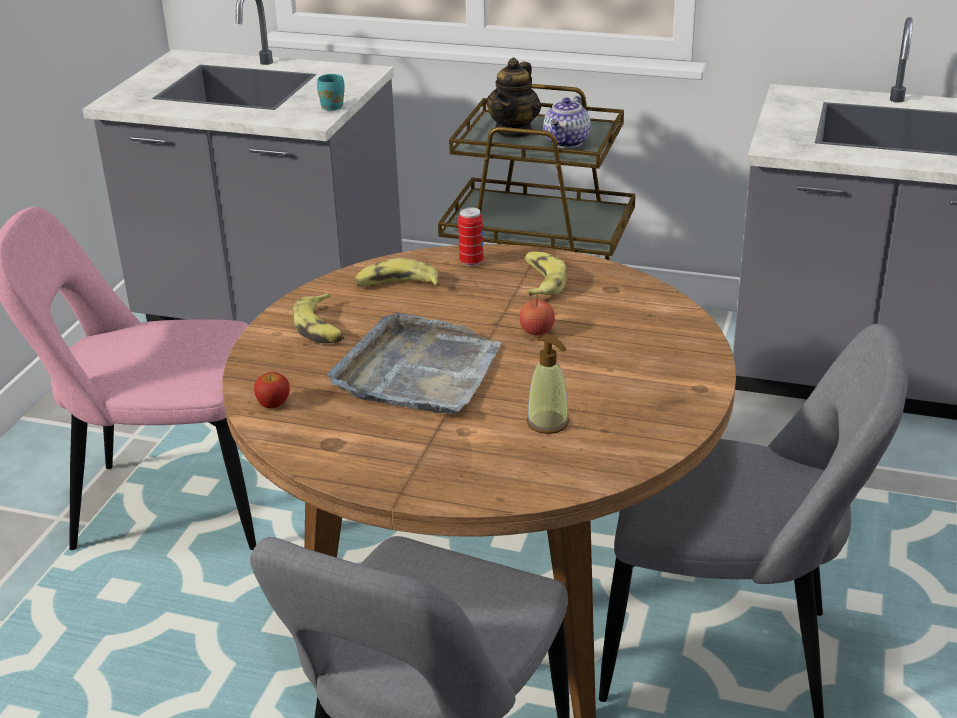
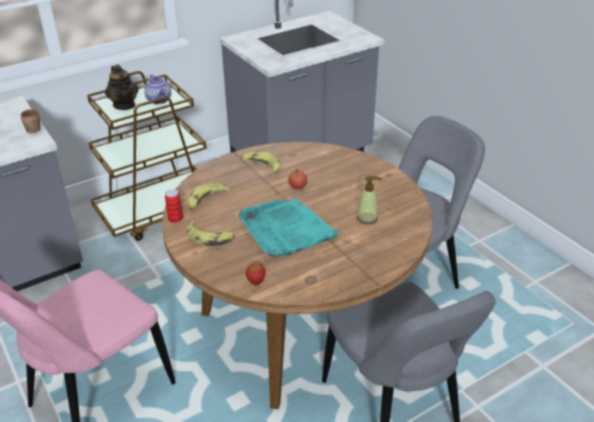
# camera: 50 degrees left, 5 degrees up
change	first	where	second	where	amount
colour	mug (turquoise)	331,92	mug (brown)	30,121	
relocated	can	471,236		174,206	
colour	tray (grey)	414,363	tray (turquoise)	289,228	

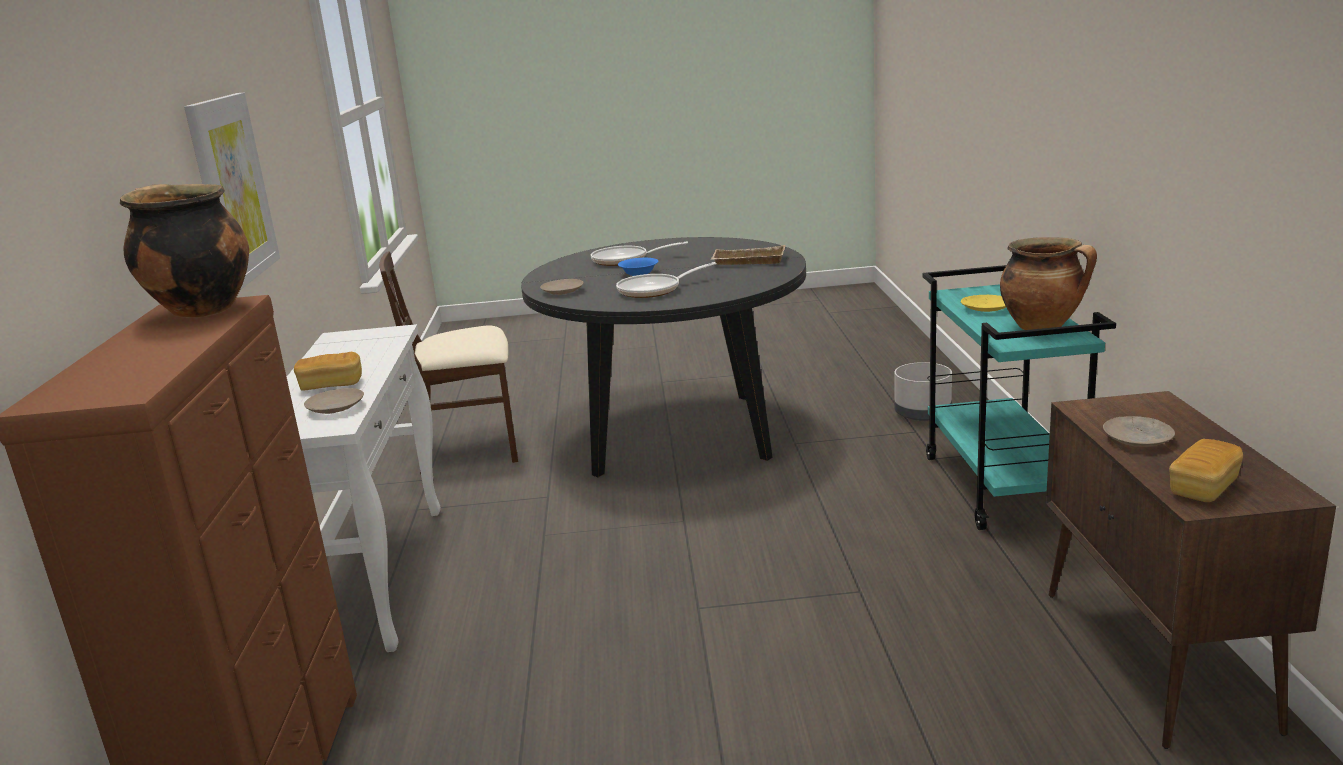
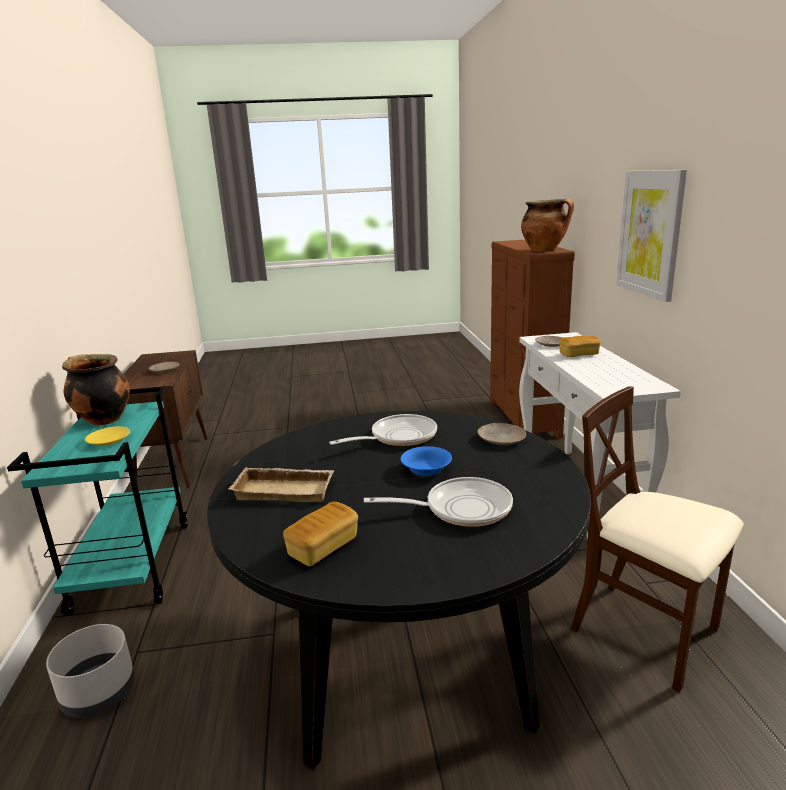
# camera: 175 degrees right, 0 degrees up
change	first	where	second	where	amount
spun	chair (beige)	448,362		657,539	120 degrees counterclockwise
relocated	bread	1206,470		320,534	

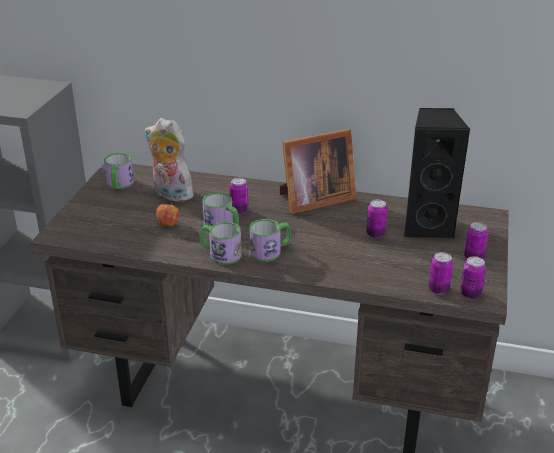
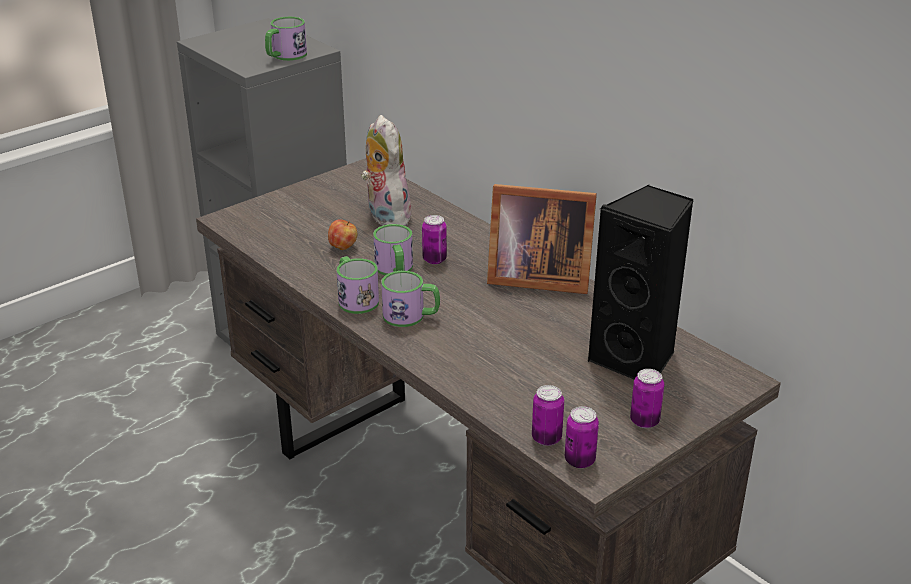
# camera: 35 degrees right, 0 degrees up
change	first	where	second	where	amount
relocated	mug	119,171		286,39	
missing	can	376,219			

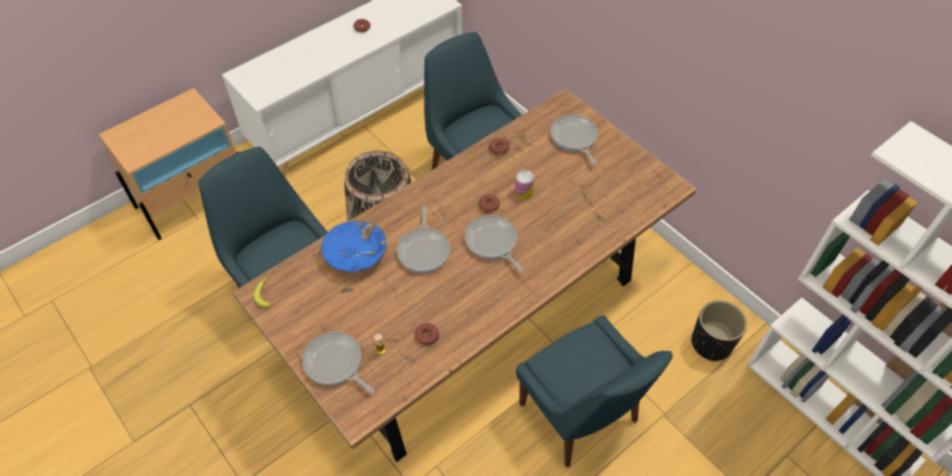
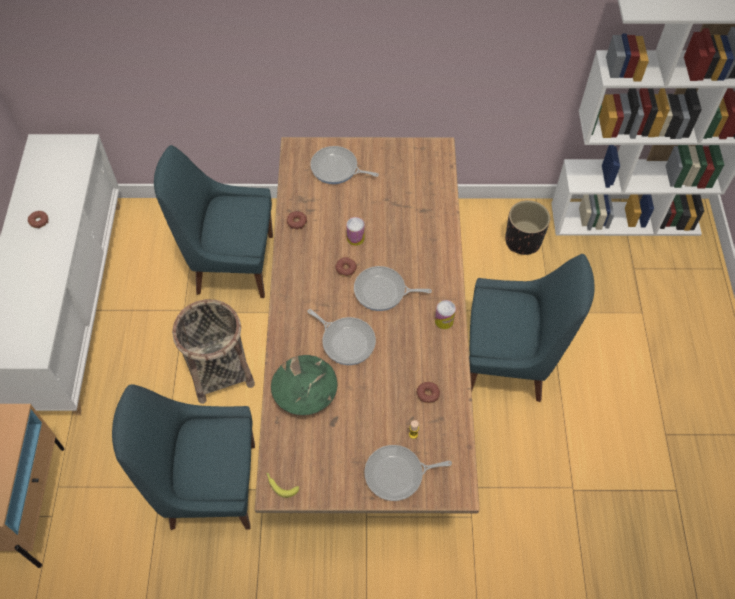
# camera: 50 degrees left, 5 degrees up
change	first	where	second	where	amount
colour	bowl (blue)	353,246	bowl (green)	304,385	
appeared			can	445,314	

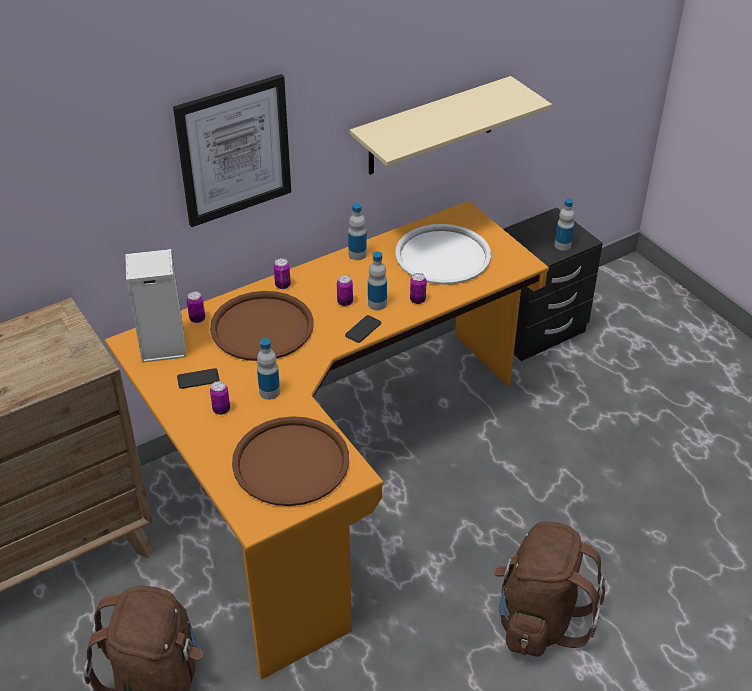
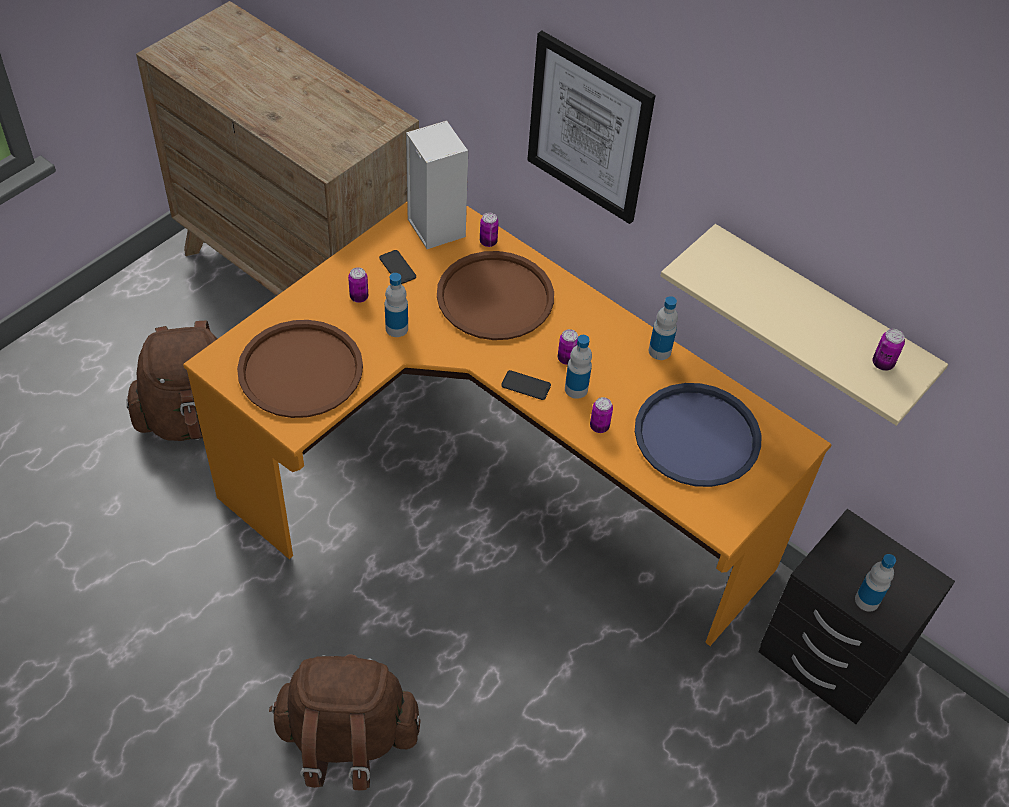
# camera: 70 degrees right, 10 degrees up
change	first	where	second	where	amount
colour	tray (white)	443,254	tray (blue)	698,435	
relocated	can	282,273		889,350	

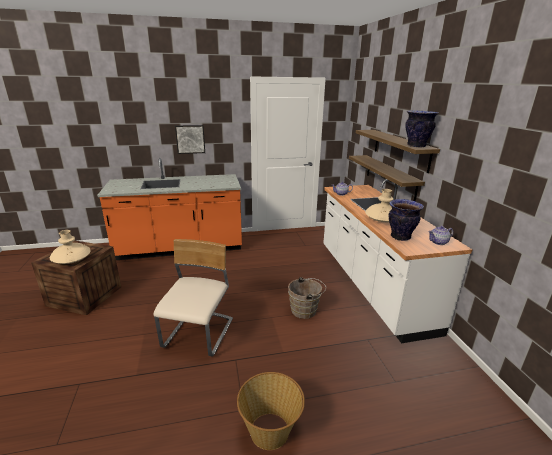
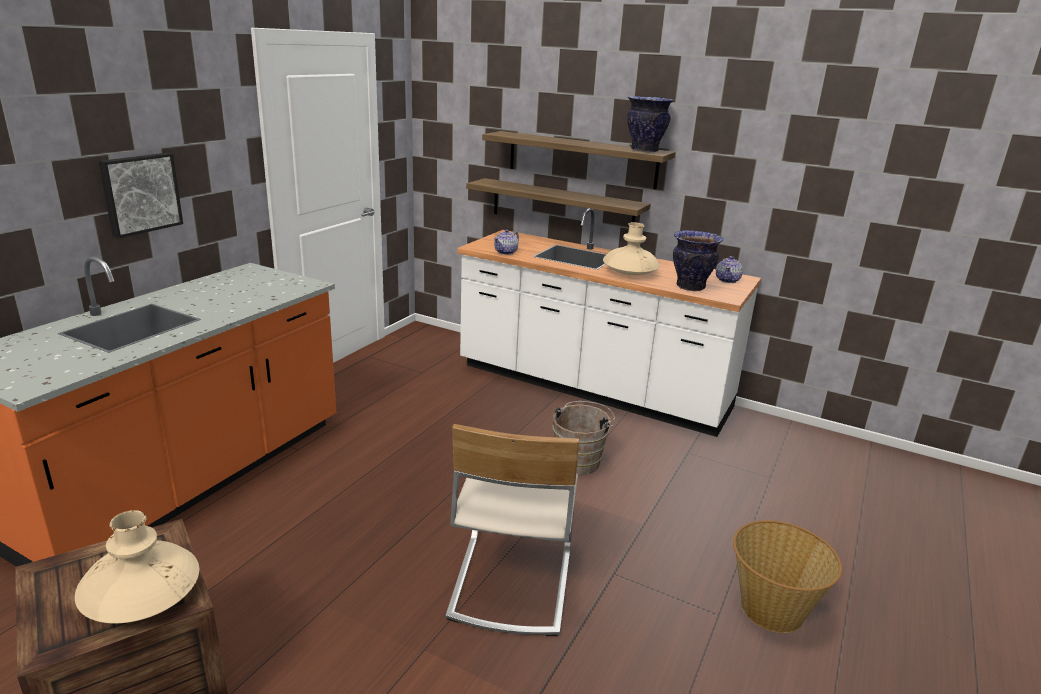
# camera: 50 degrees left, 0 degrees up
change	first	where	second	where	amount
spun	chair (beige)	193,298		512,530	135 degrees counterclockwise

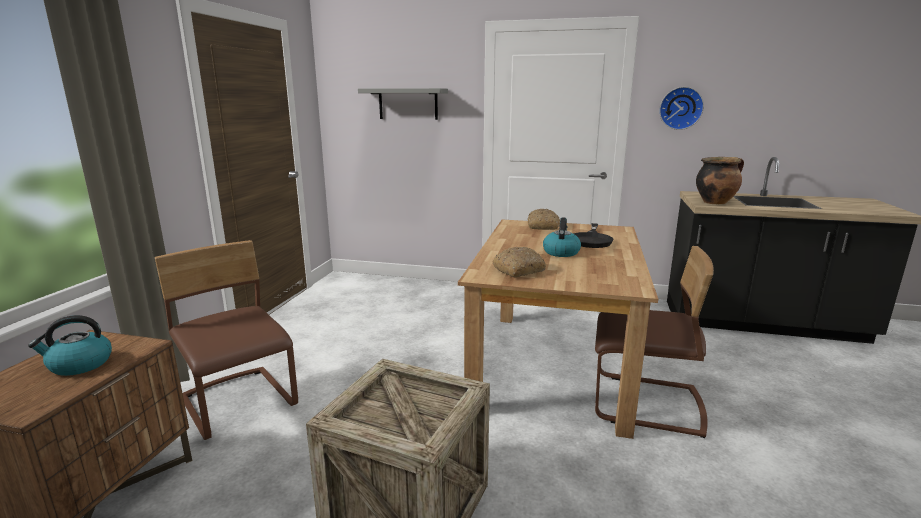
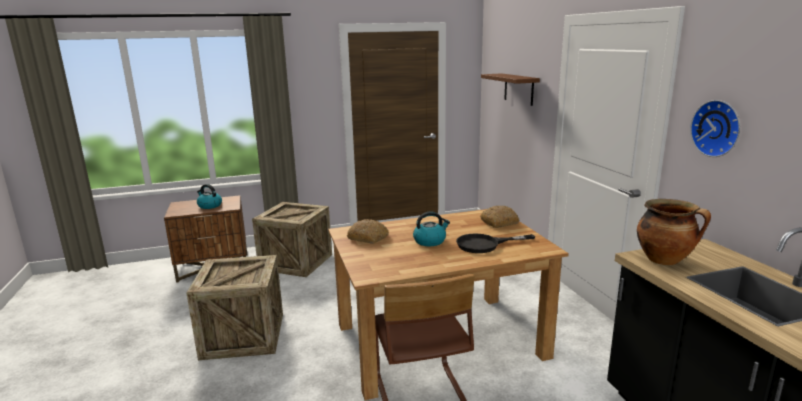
# camera: 60 degrees right, 0 degrees up
change	first	where	second	where	amount
colour	shelf (grey)	403,104	shelf (brown)	510,89	
exchanged	chair (brown)	226,340	crate	292,239	

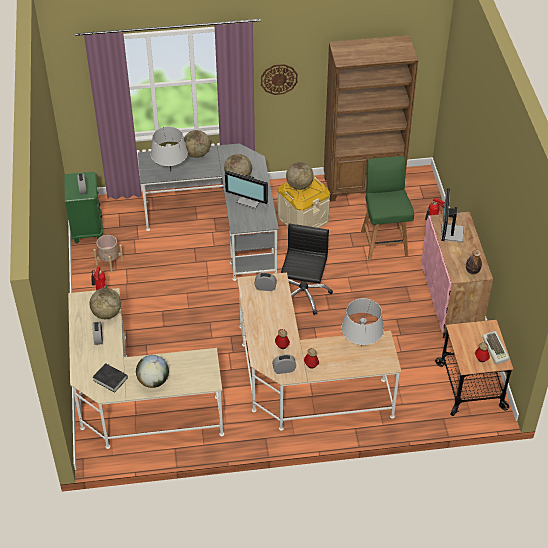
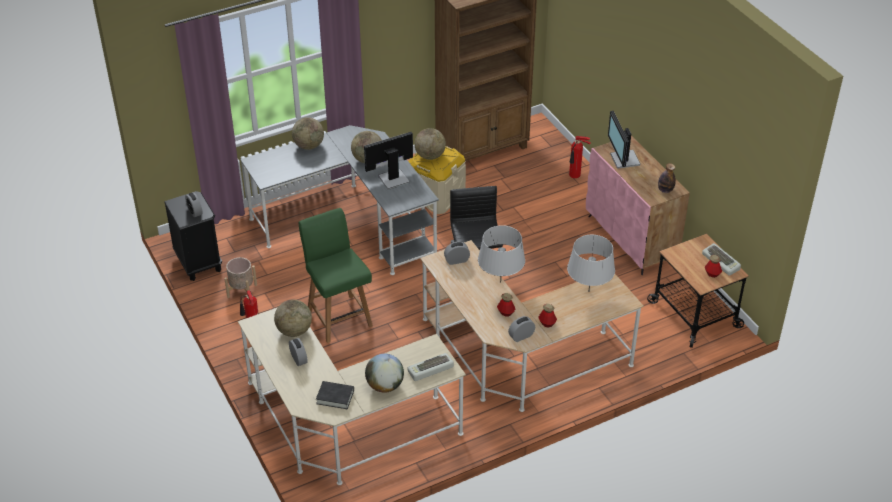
# camera: 20 degrees left, 5 degrees down
change	first	where	second	where	amount
missing	wall clock	279,79			
relocated	table lamp (grey)	169,149		501,254	
relocated	chair (green)	387,208		335,275	
spun	monitor	246,189		388,161	150 degrees clockwise
colour	nightstand (green)	83,207	nightstand (black)	193,236	
appeared			keyboard	430,367	

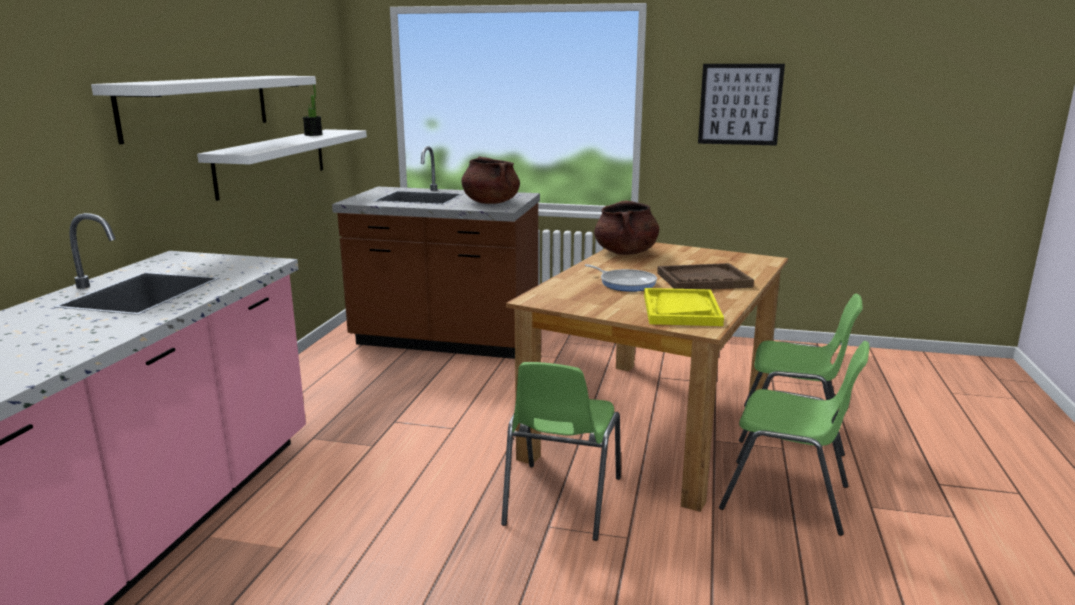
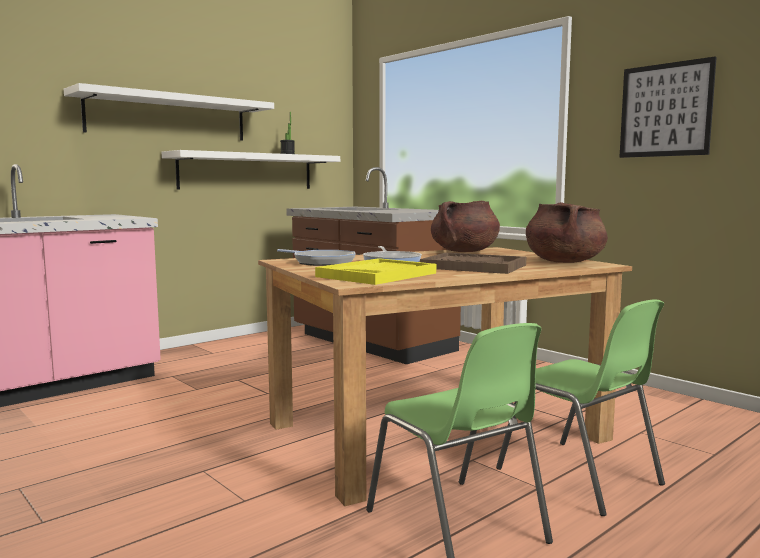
# camera: 35 degrees right, 10 degrees down
change	first	where	second	where	amount
relocated	cooking pot (brown)	490,180		567,232	
missing	chair (green)	561,451			
appeared			frying pan	316,257	

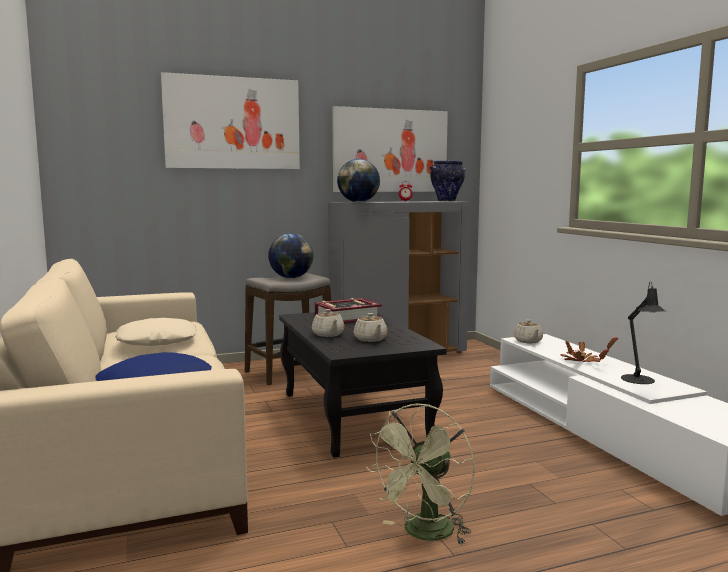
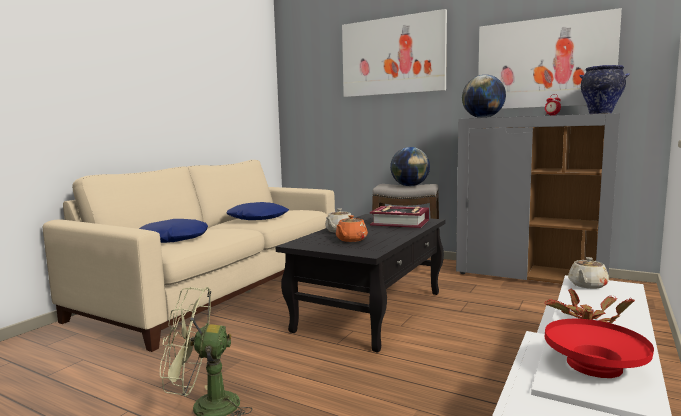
# camera: 50 degrees right, 0 degrees up
change	first	where	second	where	amount
exchanged	table lamp (black)	643,332	bowl (red)	599,348	
colour	teapot (beige)	370,327	teapot (orange)	352,228	
colour	pillow (beige)	156,332	pillow (blue)	257,211	

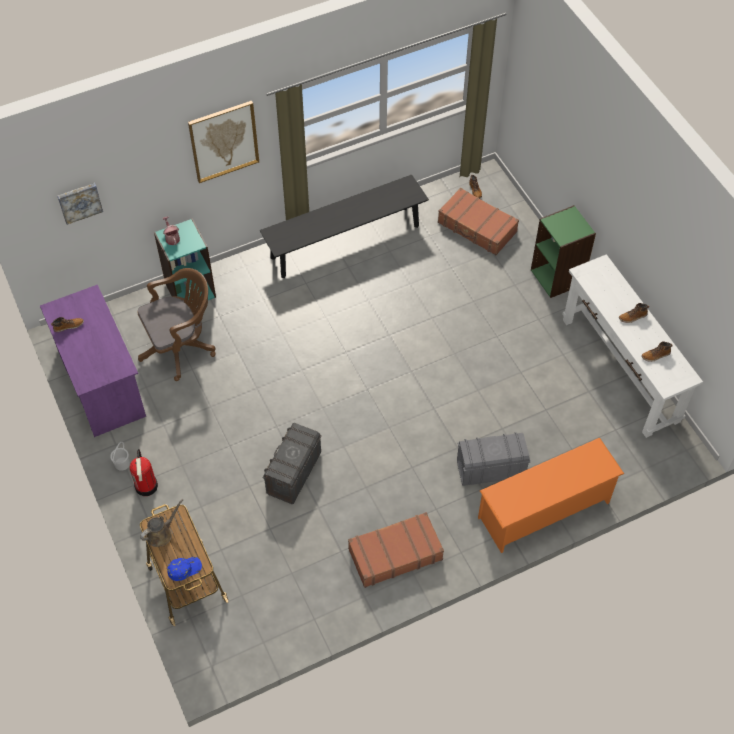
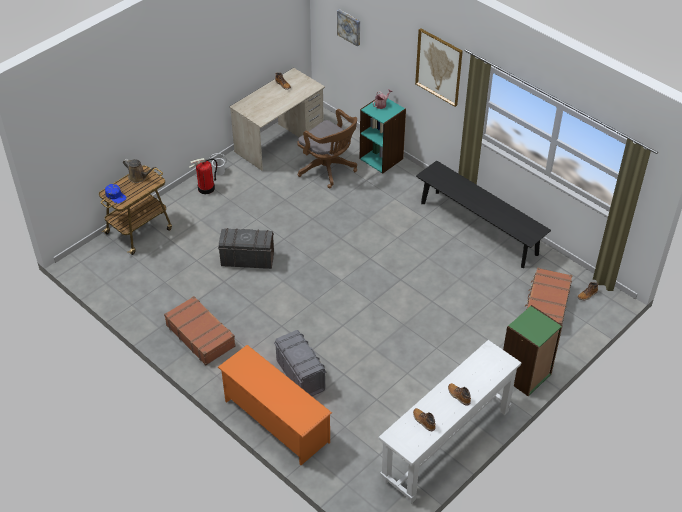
# camera: 70 degrees right, 10 degrees down
change	first	where	second	where	amount
colour	desk (purple)	93,361	desk (beige)	277,119	

